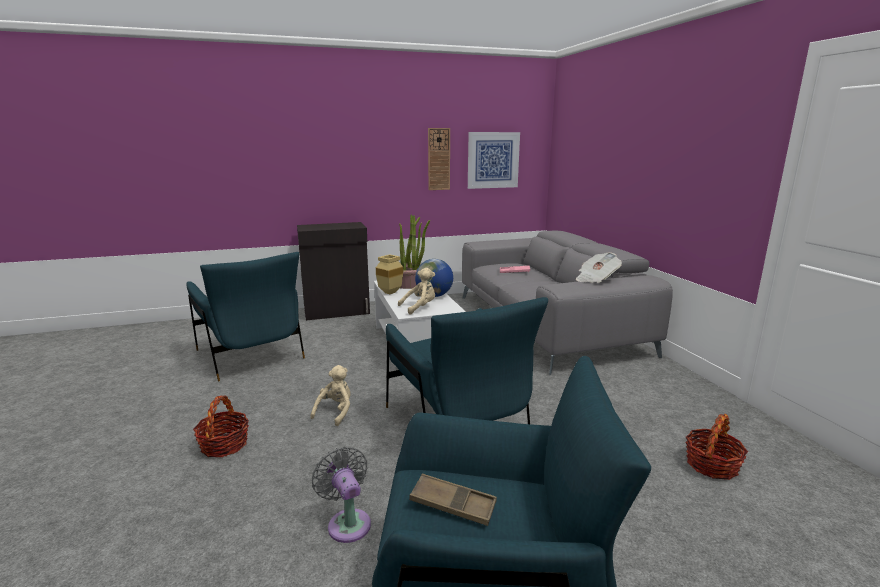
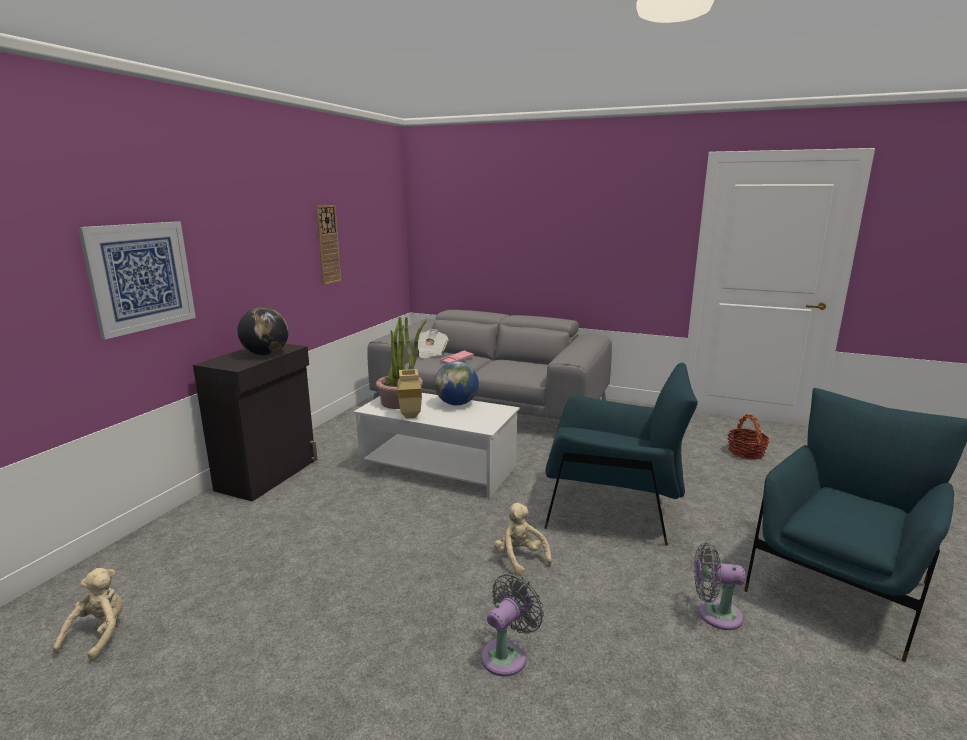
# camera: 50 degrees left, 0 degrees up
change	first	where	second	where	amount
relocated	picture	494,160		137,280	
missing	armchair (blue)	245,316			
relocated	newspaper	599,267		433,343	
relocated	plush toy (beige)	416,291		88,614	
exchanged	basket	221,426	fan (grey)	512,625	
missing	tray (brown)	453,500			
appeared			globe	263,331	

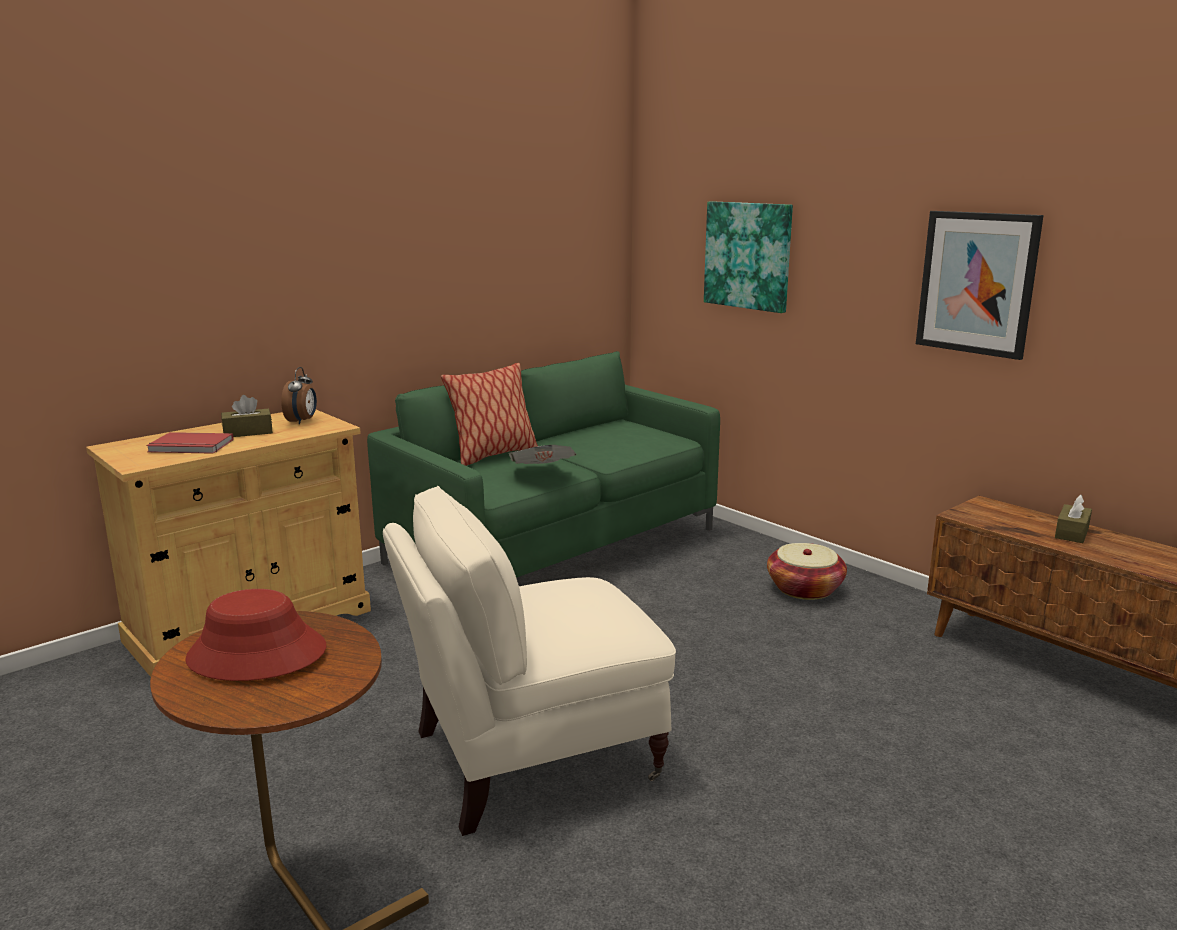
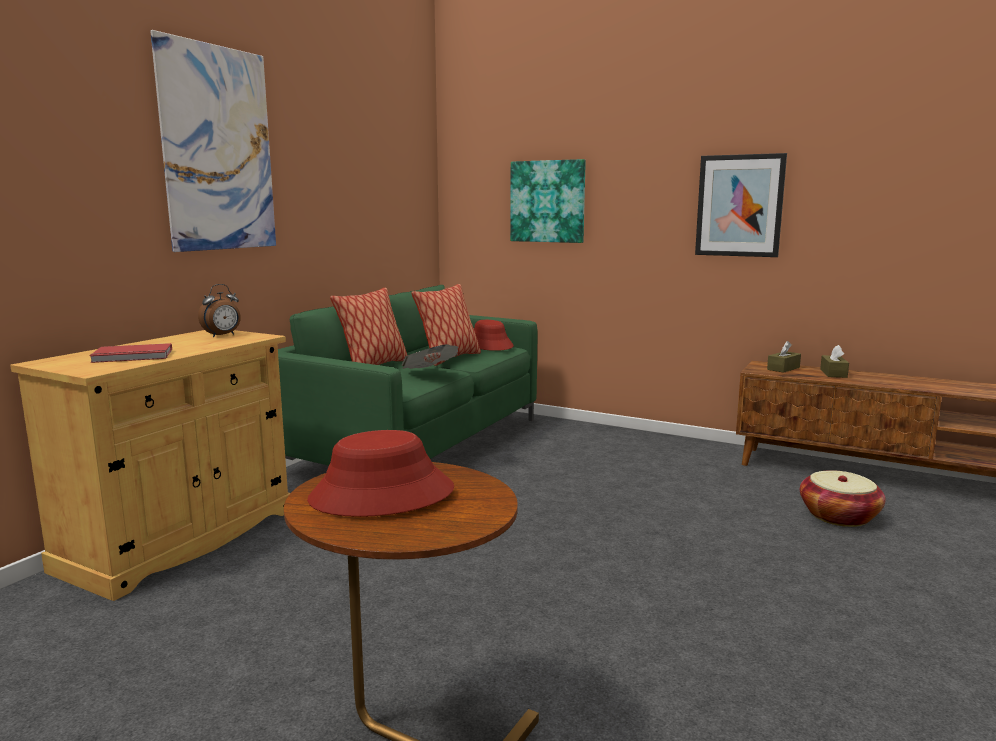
# camera: 20 degrees left, 5 degrees down
change	first	where	second	where	amount
spun	alarm clock	299,395		219,310	60 degrees clockwise
relocated	tissue box (brown)	247,416		784,357	
missing	armchair (beige)	529,661			
relocated	basket	807,571		843,498	
appeared			picture	213,141	
appeared			pillow	446,325	
appeared			hat (red)	494,335	

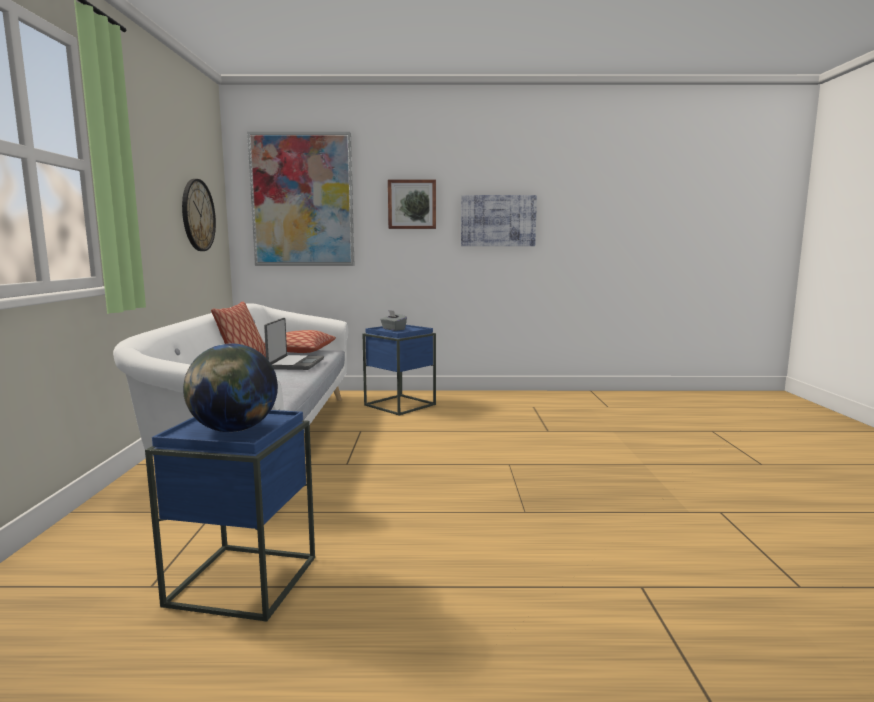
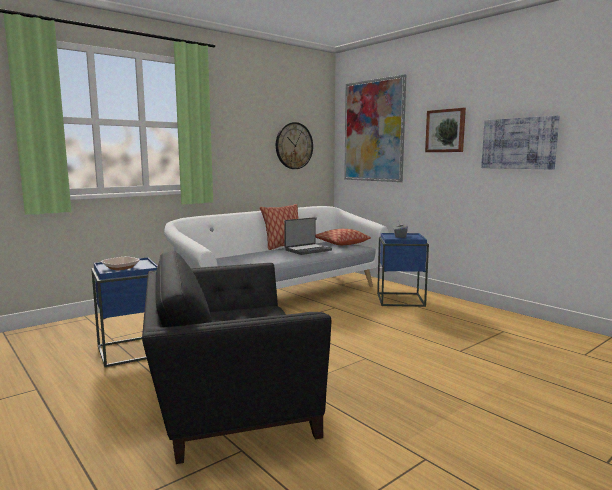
# camera: 50 degrees right, 0 degrees up
change	first	where	second	where	amount
exchanged	globe	230,388	bowl	120,263	
appeared			armchair (black)	236,357	

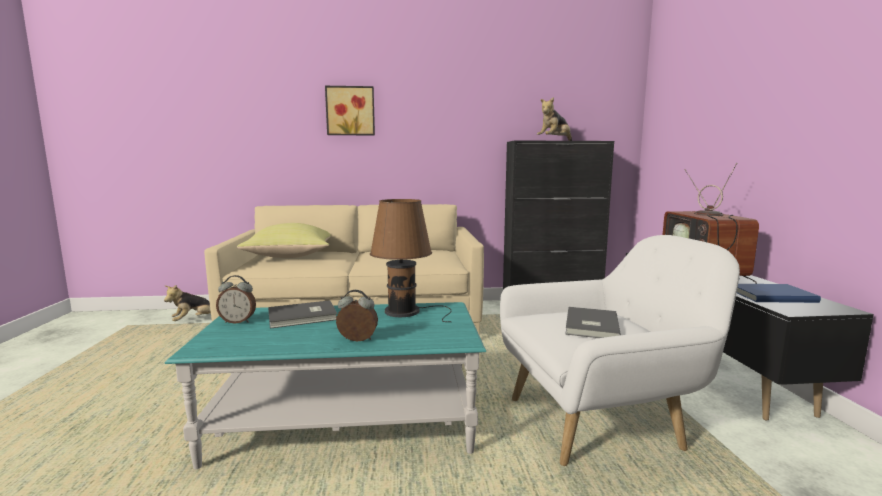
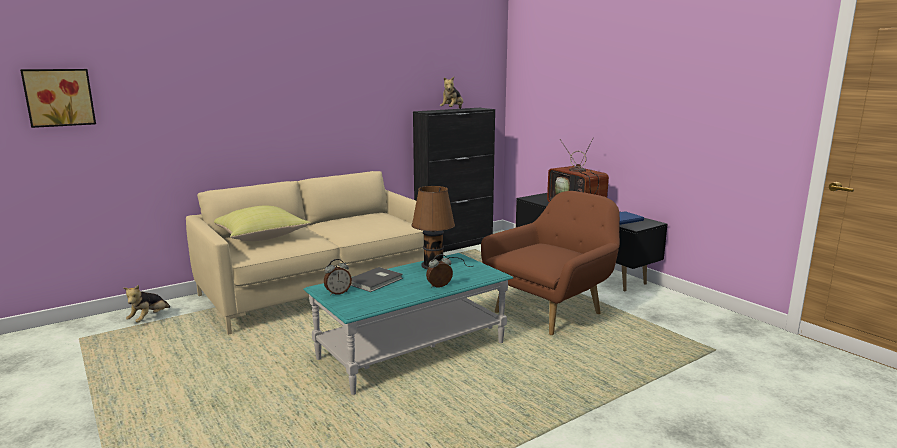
# camera: 30 degrees left, 5 degrees up
change	first	where	second	where	amount
relocated	picture	350,110		58,98	
colour	armchair (white)	620,350	armchair (brown)	550,263	
missing	book (grey)	593,322			

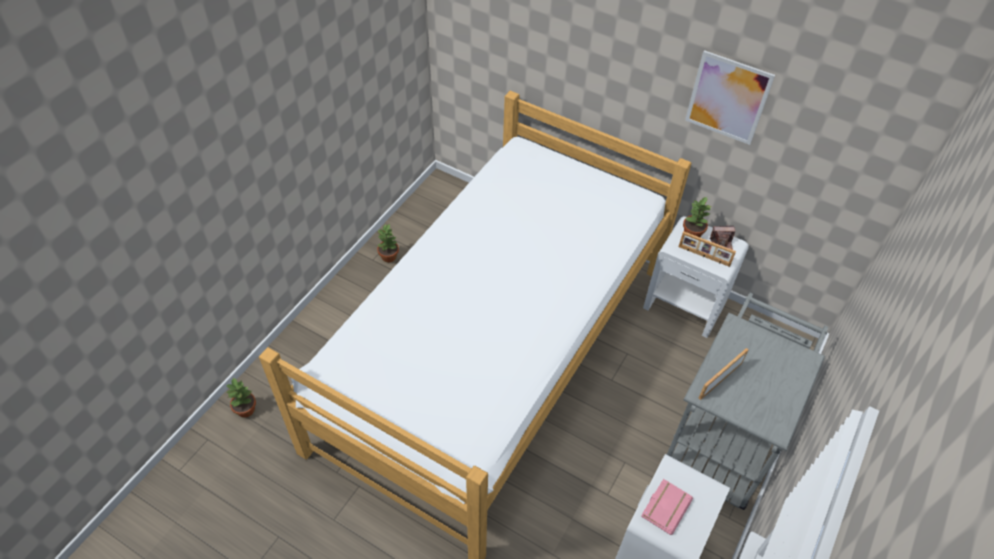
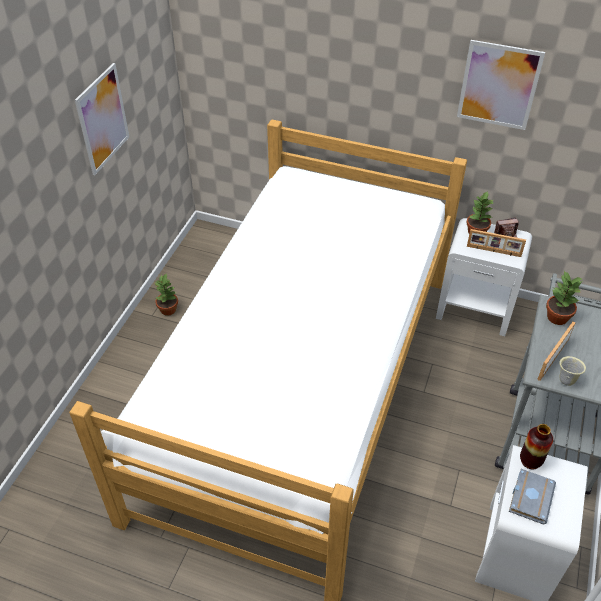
# camera: 10 degrees left, 5 degrees down
change	first	where	second	where	amount
relocated	potted plant	241,397		564,298	
colour	book (pink)	667,507	book (grey)	532,497	
appeared			picture	102,119	
appeared			mug (beige)	572,371	
appeared			vase	536,446	

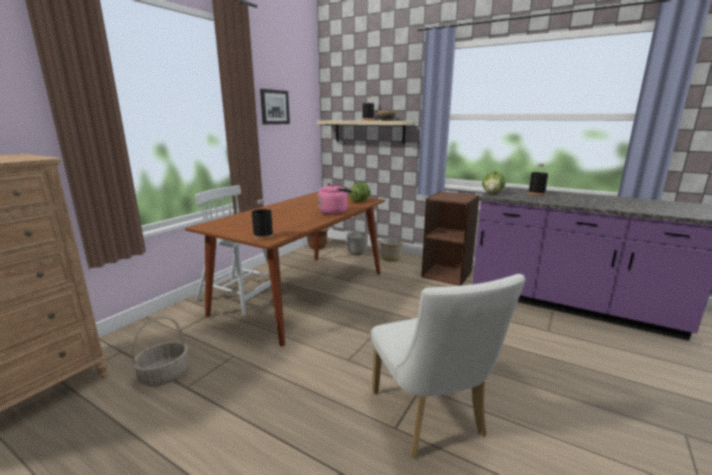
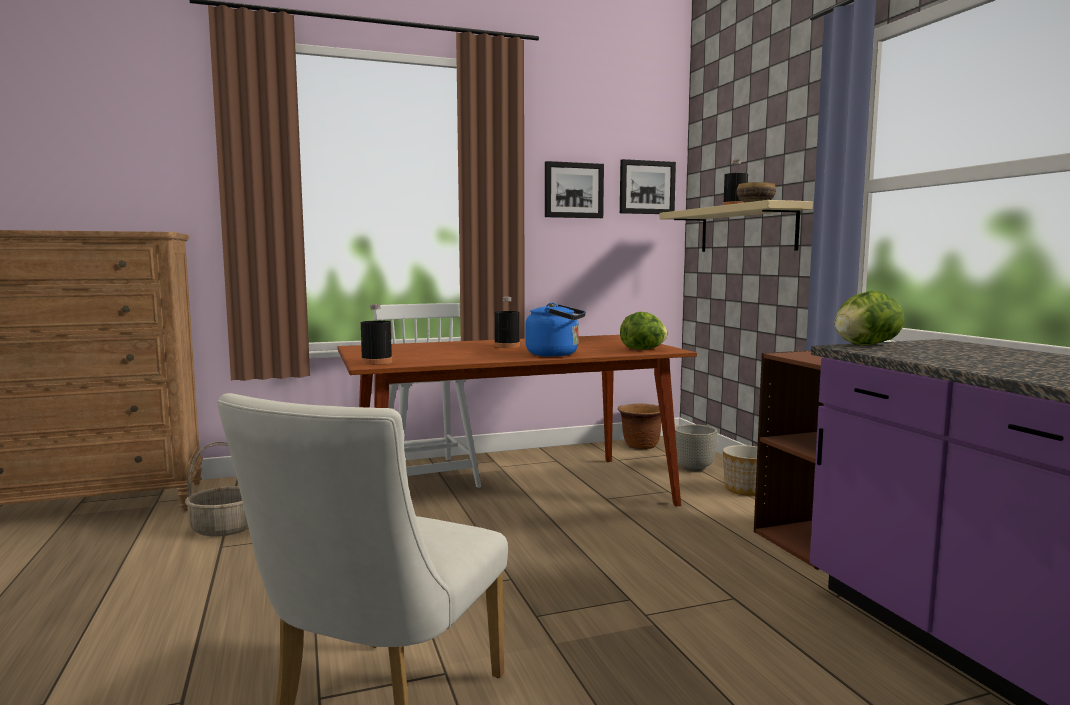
# camera: 40 degrees right, 10 degrees down
change	first	where	second	where	amount
relocated	bottle (black)	538,180		507,322	
colour	kettle (pink)	335,199	kettle (blue)	556,330	
appeared			picture	648,186	

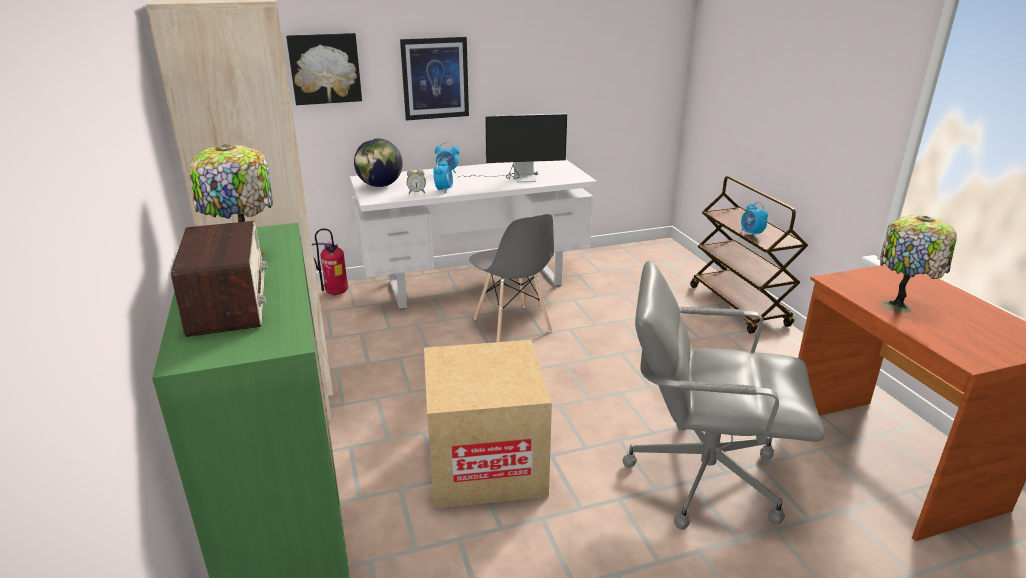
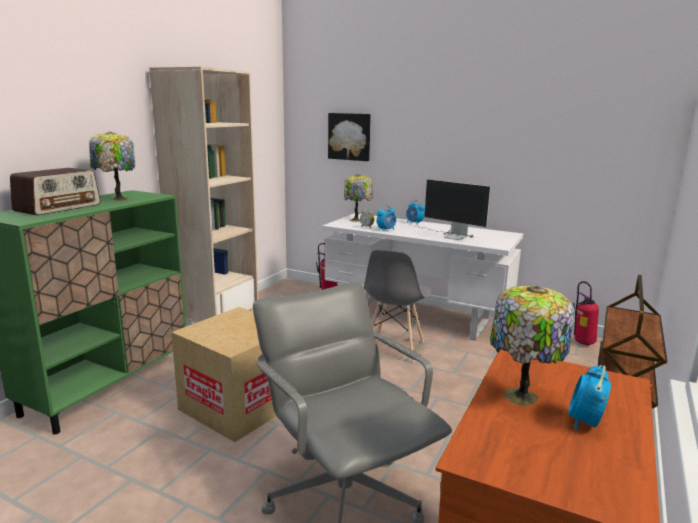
# camera: 45 degrees right, 10 degrees down
change	first	where	second	where	amount
missing	picture	434,78			
exchanged	globe	378,162	table lamp	358,198	
relocated	alarm clock	754,220		589,398	
appeared			fire extinguisher	586,313	

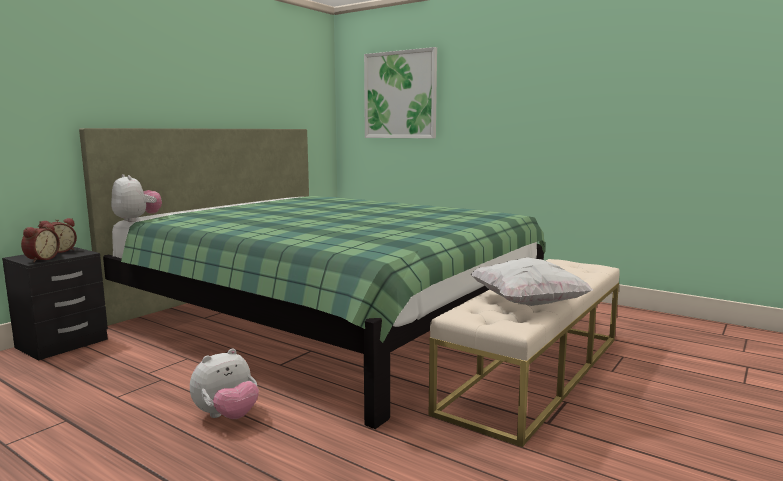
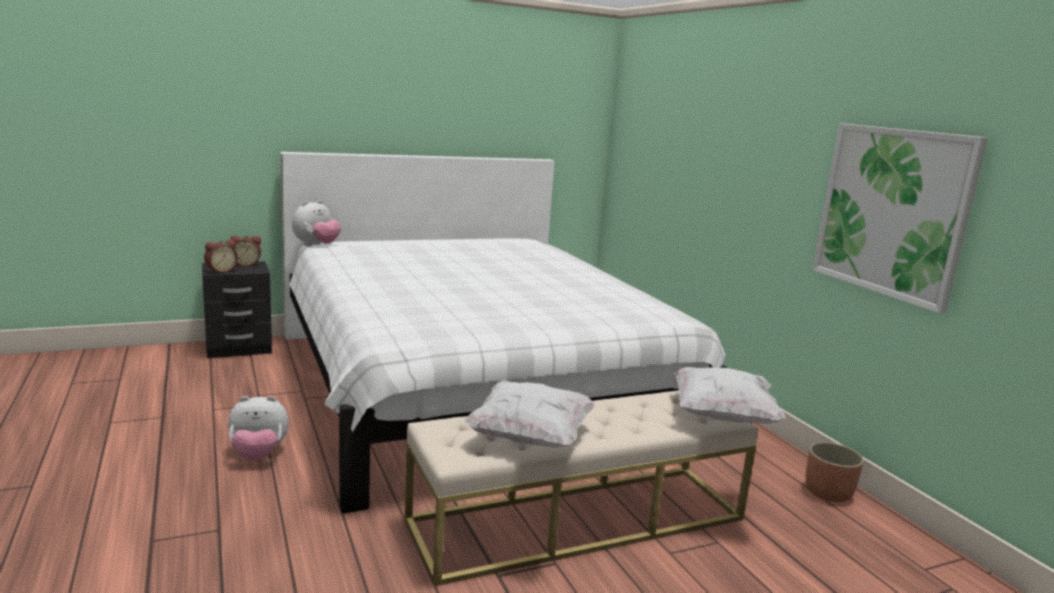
# camera: 30 degrees right, 5 degrees up
change	first	where	second	where	amount
relocated	picture	400,93		900,218	
colour	bed (green)	312,278	bed (white)	503,333	
spun	plush toy	136,198		316,223	45 degrees clockwise
appeared			pillow (white)	729,395	
appeared			planter	834,472	

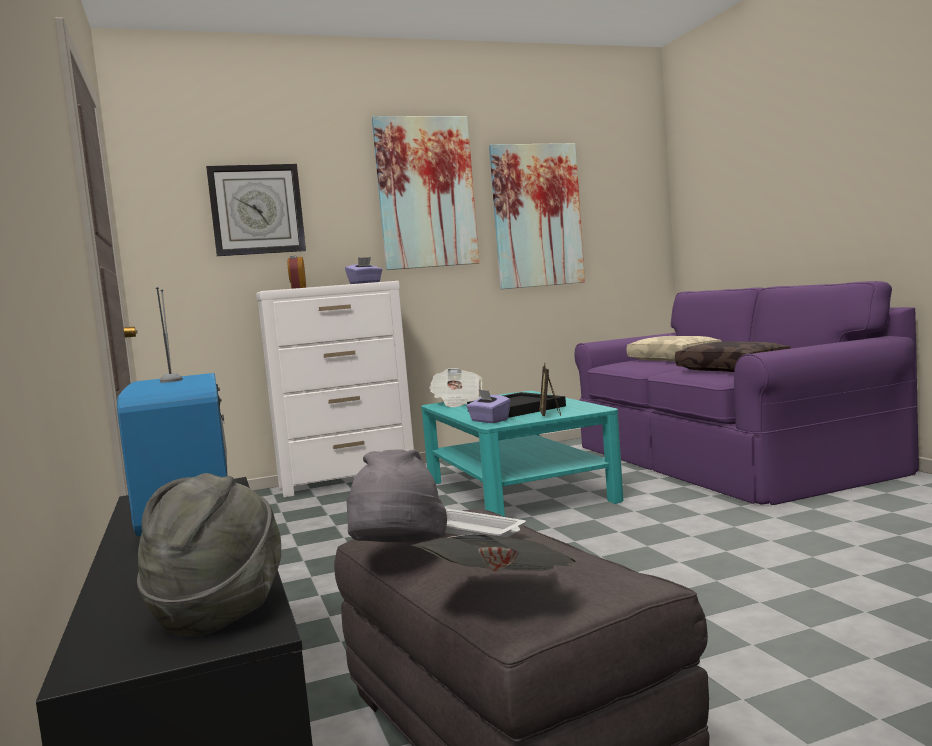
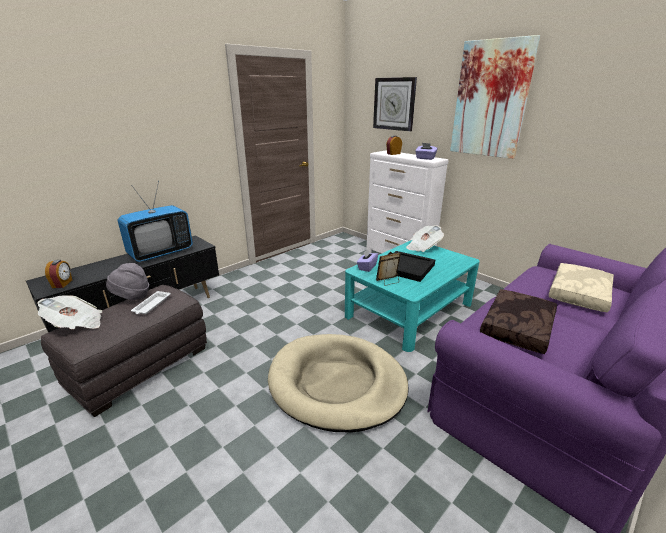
# camera: 65 degrees right, 20 degrees up
change	first	where	second	where	amount
missing	picture	537,216			
exchanged	hat (grey)	209,555	alarm clock	58,274	
appeared			dog bed (beige)	338,383	

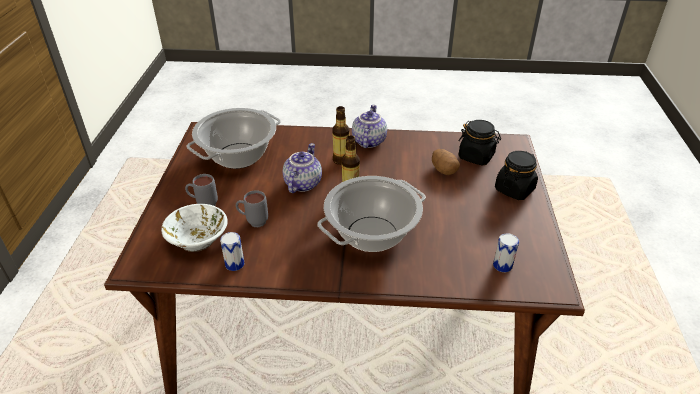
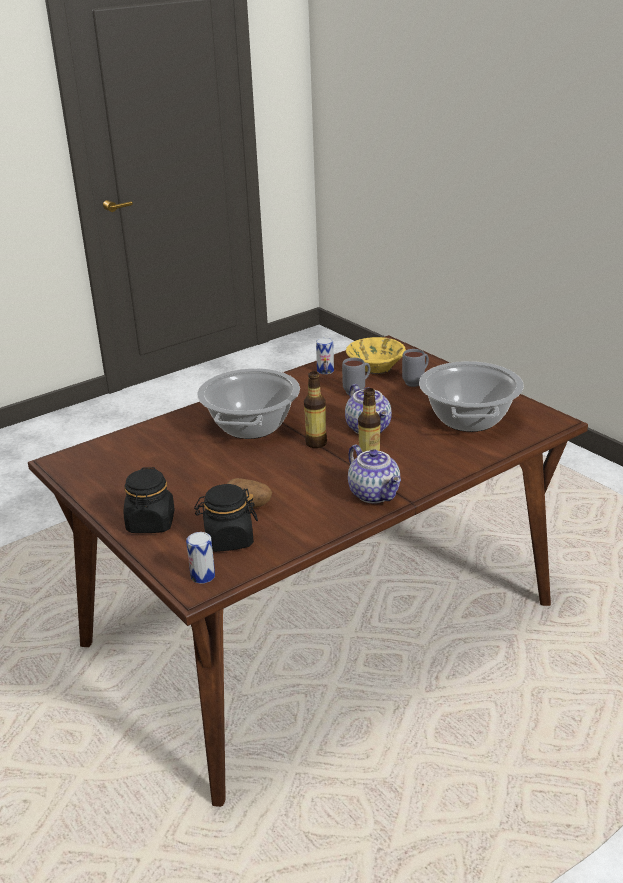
# camera: 140 degrees right, 10 degrees down
change	first	where	second	where	amount
colour	bowl (white)	194,228	bowl (yellow)	376,355	
relocated	can	506,252		200,558	

